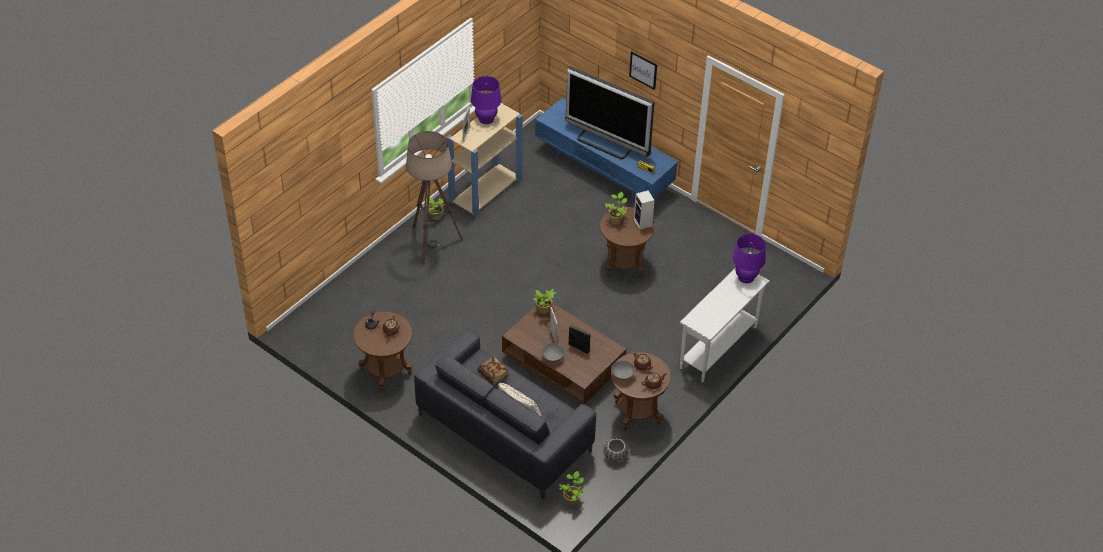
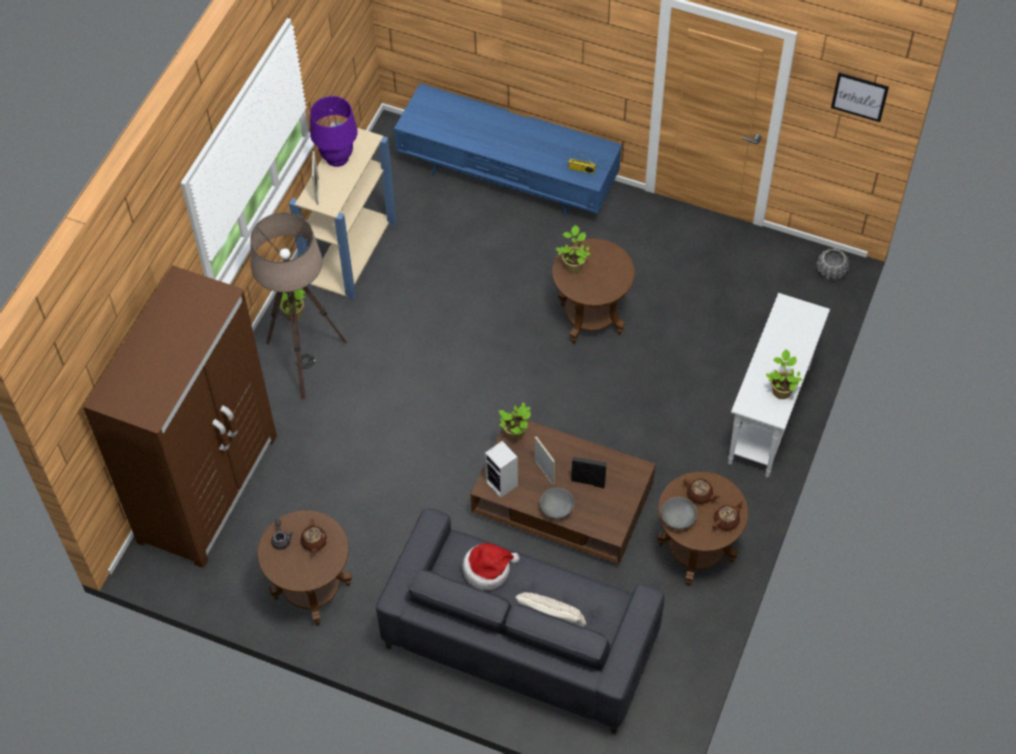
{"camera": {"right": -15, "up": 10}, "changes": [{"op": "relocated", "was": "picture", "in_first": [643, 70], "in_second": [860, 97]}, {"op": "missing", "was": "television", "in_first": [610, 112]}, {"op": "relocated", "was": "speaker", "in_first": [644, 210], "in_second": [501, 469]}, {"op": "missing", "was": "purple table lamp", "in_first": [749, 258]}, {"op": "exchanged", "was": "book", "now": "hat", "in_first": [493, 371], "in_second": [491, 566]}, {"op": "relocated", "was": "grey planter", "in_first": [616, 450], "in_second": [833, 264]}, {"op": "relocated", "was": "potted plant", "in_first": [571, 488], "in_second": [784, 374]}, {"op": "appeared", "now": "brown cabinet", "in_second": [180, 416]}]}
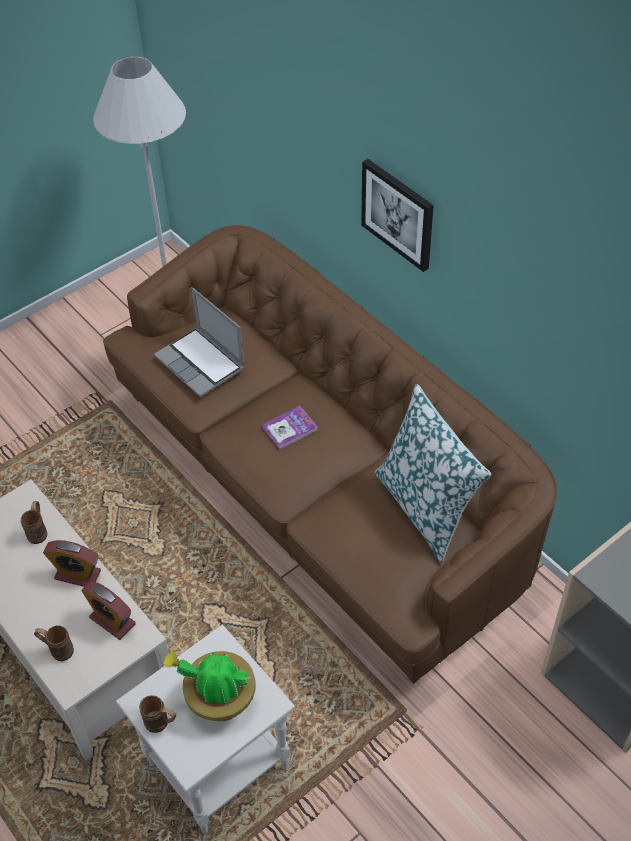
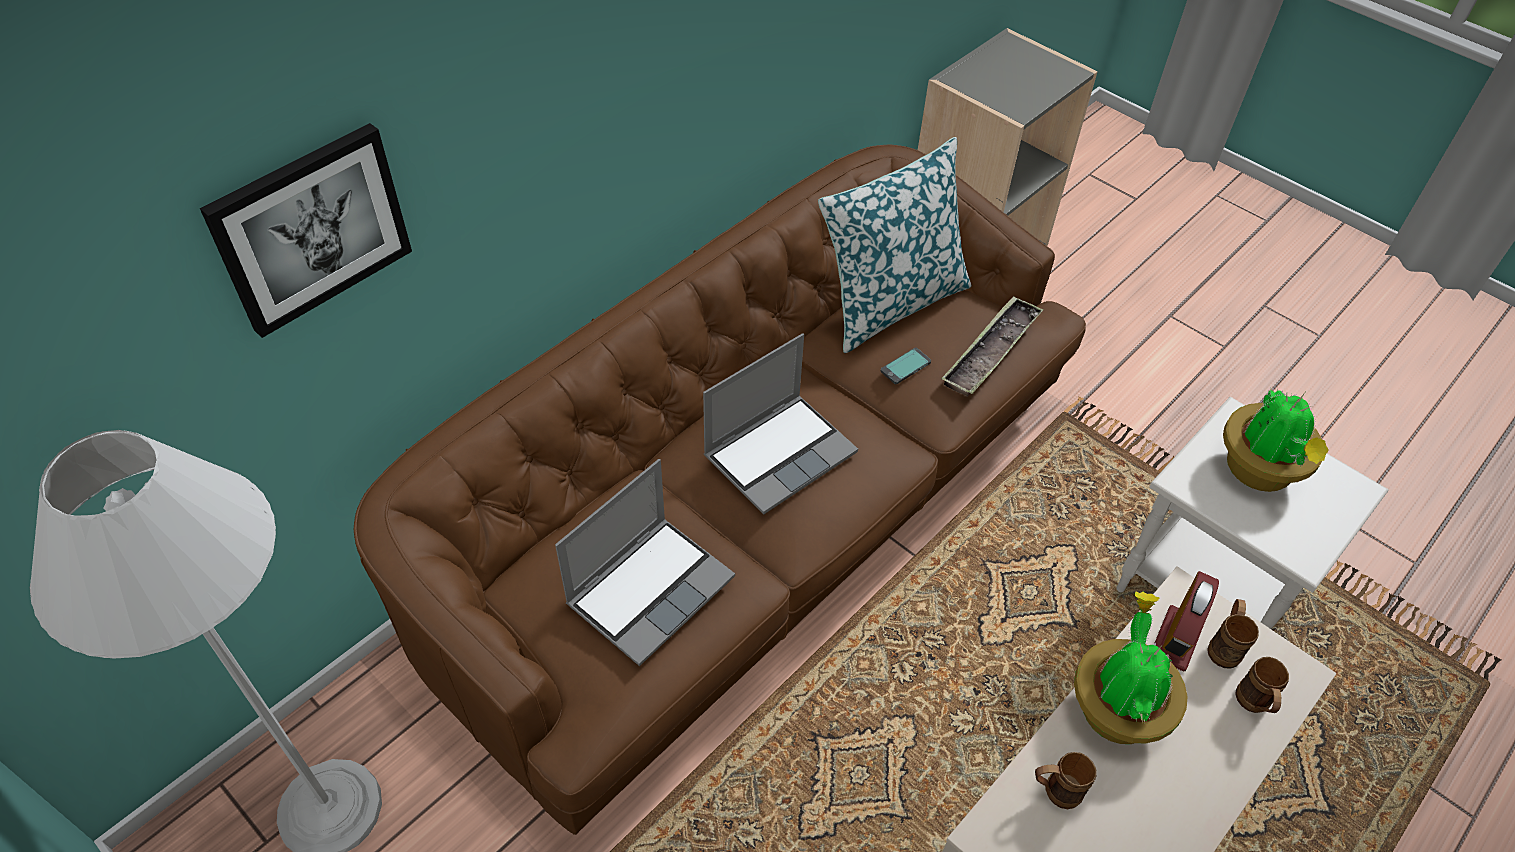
{"camera": {"right": -100, "up": 0}, "changes": [{"op": "relocated", "was": "picture", "in_first": [397, 215], "in_second": [306, 230]}, {"op": "exchanged", "was": "book", "now": "laptop", "in_first": [290, 428], "in_second": [780, 424]}, {"op": "exchanged", "was": "alarm clock", "now": "potted plant", "in_first": [72, 563], "in_second": [1131, 668]}, {"op": "relocated", "was": "brown mug", "in_first": [157, 714], "in_second": [1233, 634]}, {"op": "appeared", "now": "tray", "in_second": [992, 346]}, {"op": "appeared", "now": "phone", "in_second": [905, 366]}]}
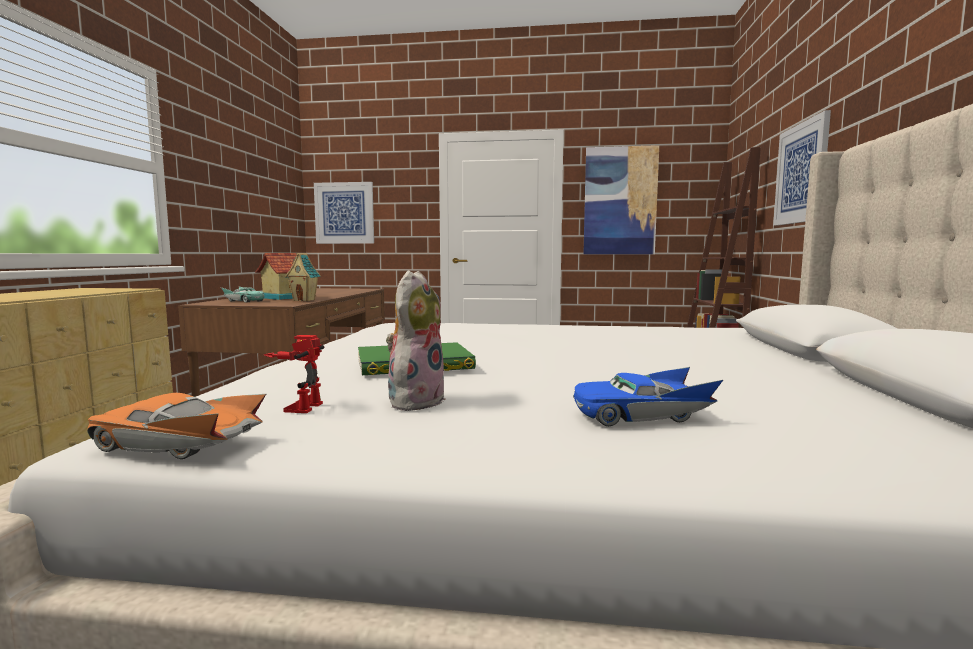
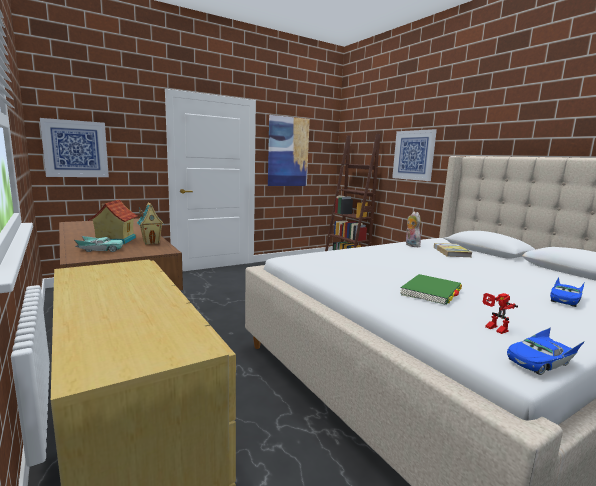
{"camera": {"right": -40, "up": 5}, "changes": [{"op": "relocated", "was": "plush toy", "in_first": [416, 340], "in_second": [413, 229]}, {"op": "colour", "was": "orange toy car", "now": "blue toy car", "in_first": [176, 426], "in_second": [546, 351]}, {"op": "appeared", "now": "book", "in_second": [453, 250]}]}
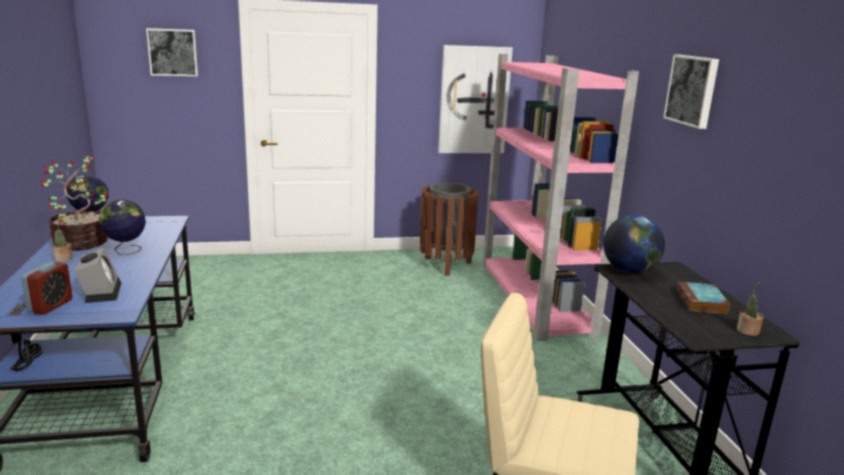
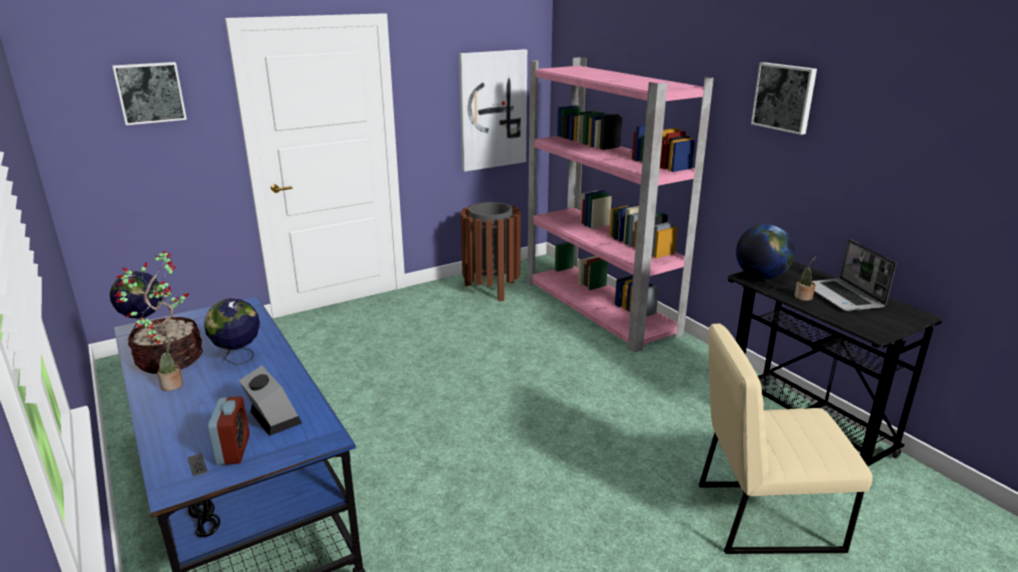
{"camera": {"right": -20, "up": 5}, "changes": [{"op": "exchanged", "was": "book", "now": "laptop", "in_first": [703, 297], "in_second": [854, 275]}, {"op": "relocated", "was": "potted plant", "in_first": [750, 309], "in_second": [805, 278]}]}
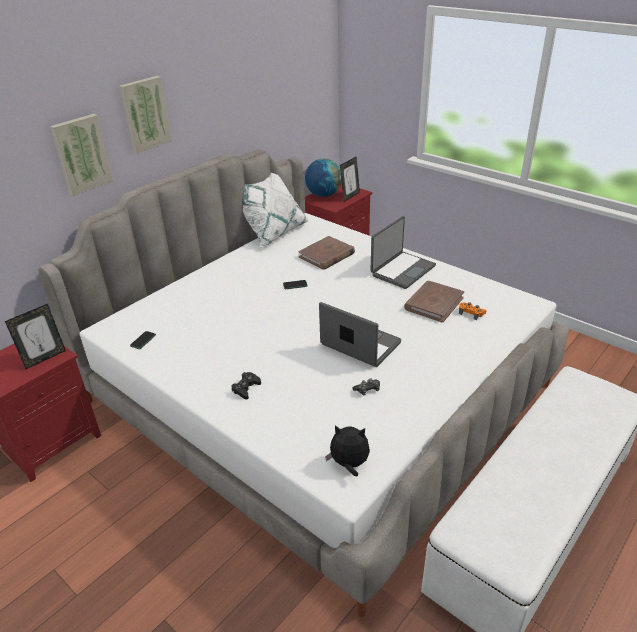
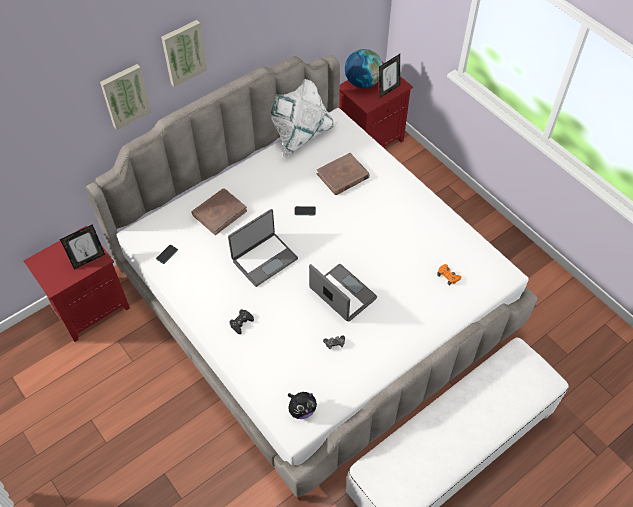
{"camera": {"right": 10, "up": 20}, "changes": [{"op": "relocated", "was": "laptop", "in_first": [403, 252], "in_second": [263, 248]}, {"op": "relocated", "was": "brown book", "in_first": [434, 302], "in_second": [219, 212]}, {"op": "spun", "was": "plush toy", "in_first": [347, 450], "in_second": [302, 405], "clockwise": 135}]}
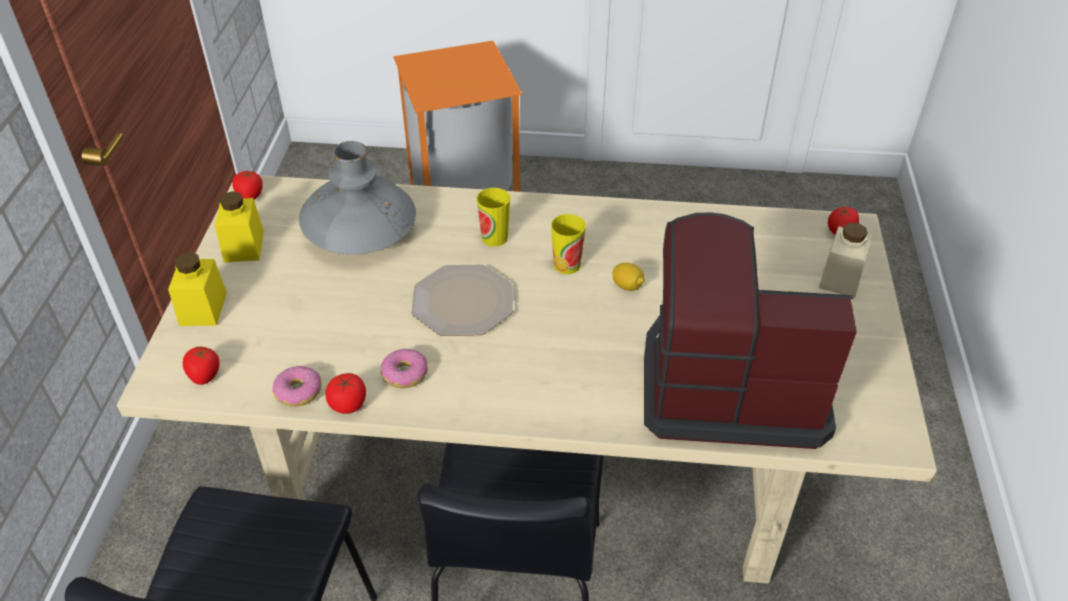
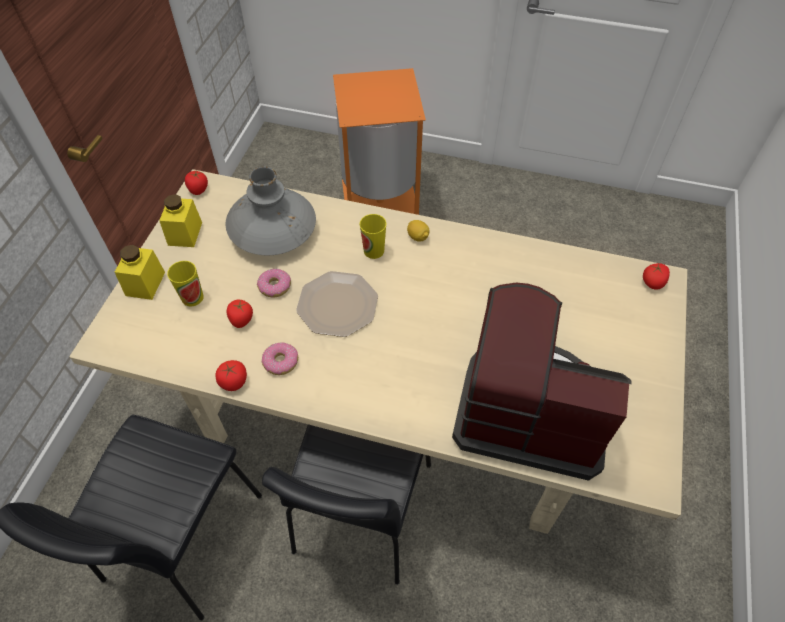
{"camera": {"right": 10, "up": 10}, "changes": [{"op": "relocated", "was": "cup", "in_first": [568, 244], "in_second": [185, 284]}, {"op": "missing", "was": "beige jar", "in_first": [845, 260]}, {"op": "relocated", "was": "lemon", "in_first": [629, 277], "in_second": [418, 231]}, {"op": "relocated", "was": "tomato", "in_first": [201, 366], "in_second": [240, 314]}, {"op": "relocated", "was": "donut", "in_first": [297, 386], "in_second": [274, 283]}]}
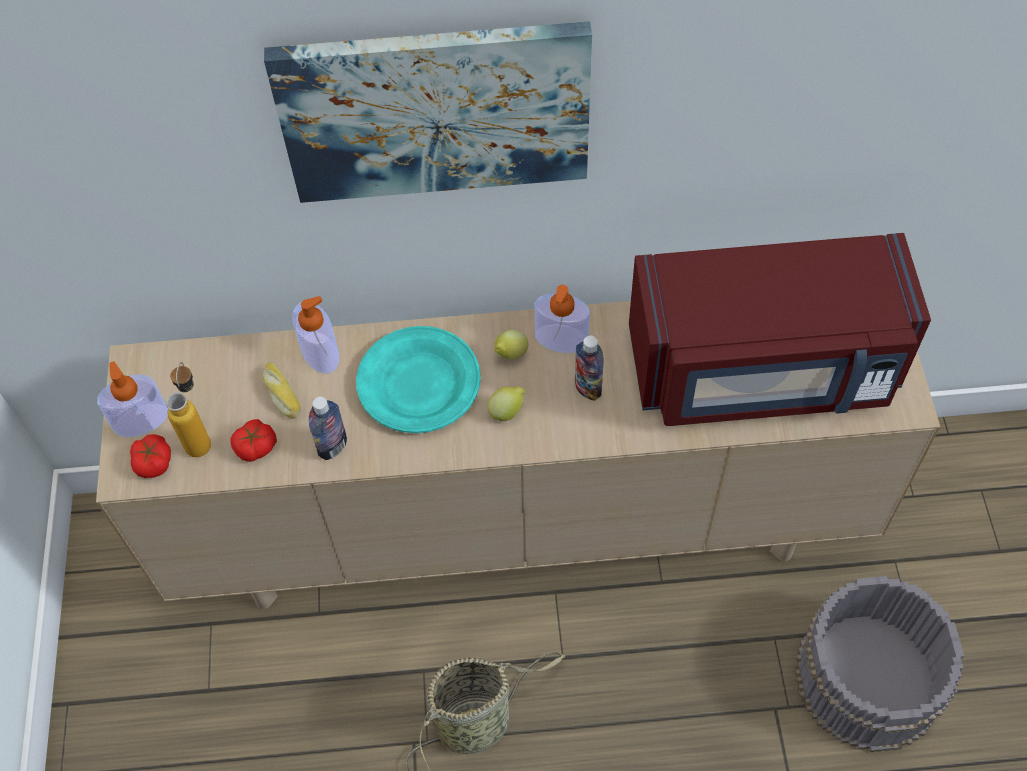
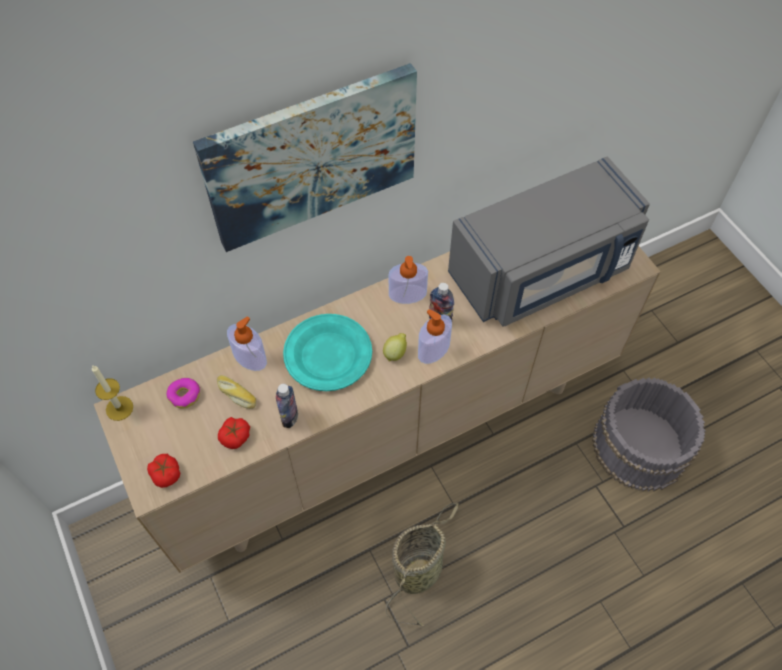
{"camera": {"right": -25, "up": 0}, "changes": [{"op": "colour", "was": "red microwave", "now": "grey microwave", "in_first": [780, 329], "in_second": [549, 241]}, {"op": "missing", "was": "lemon", "in_first": [511, 345]}, {"op": "relocated", "was": "soap dispenser", "in_first": [132, 399], "in_second": [435, 336]}, {"op": "missing", "was": "bottle", "in_first": [188, 409]}, {"op": "appeared", "now": "candle", "in_second": [112, 393]}, {"op": "appeared", "now": "donut", "in_second": [183, 393]}]}
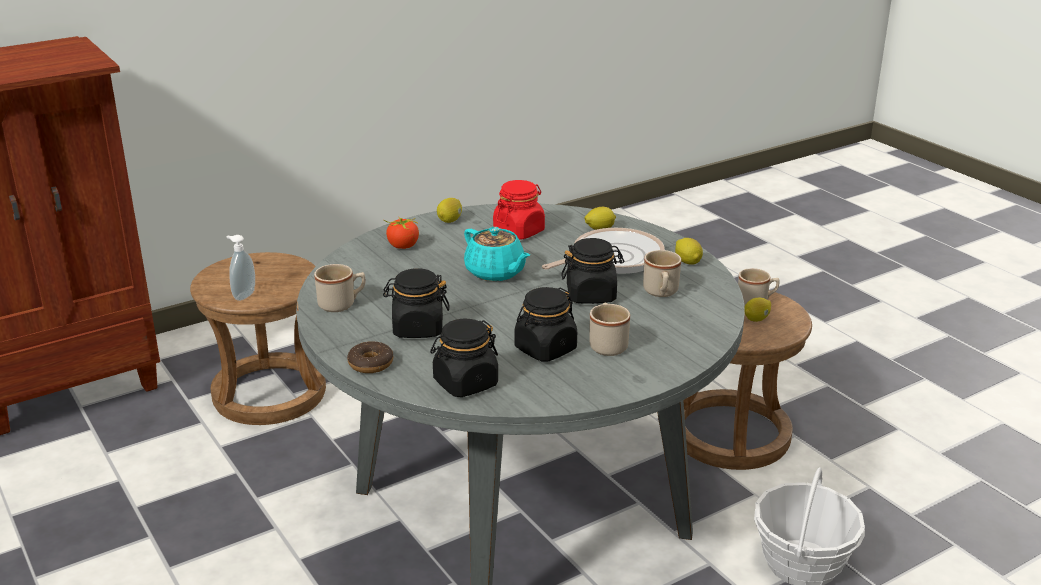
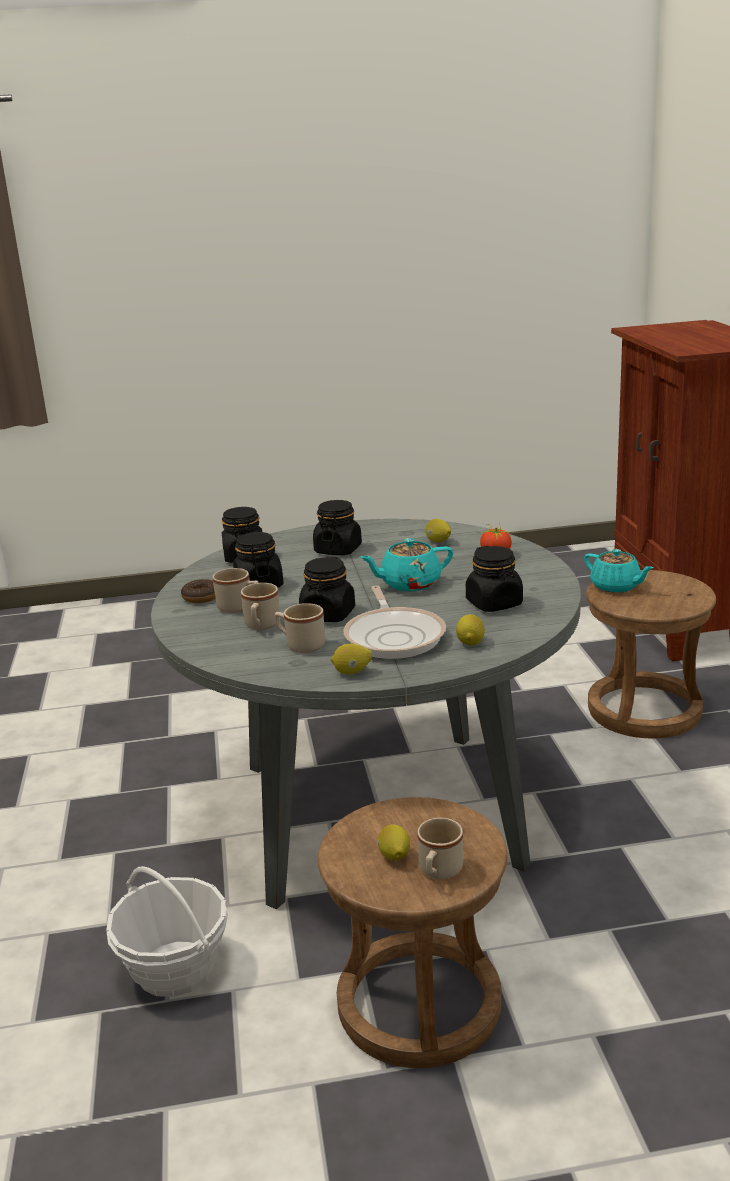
{"camera": {"right": 115, "up": -5}, "changes": [{"op": "colour", "was": "red jar", "now": "black jar", "in_first": [519, 210], "in_second": [494, 579]}, {"op": "relocated", "was": "lemon", "in_first": [449, 210], "in_second": [438, 530]}, {"op": "exchanged", "was": "soap dispenser", "now": "turquoise teapot", "in_first": [241, 268], "in_second": [619, 571]}, {"op": "relocated", "was": "beige mug", "in_first": [339, 288], "in_second": [260, 606]}, {"op": "relocated", "was": "donut", "in_first": [370, 357], "in_second": [198, 591]}]}
